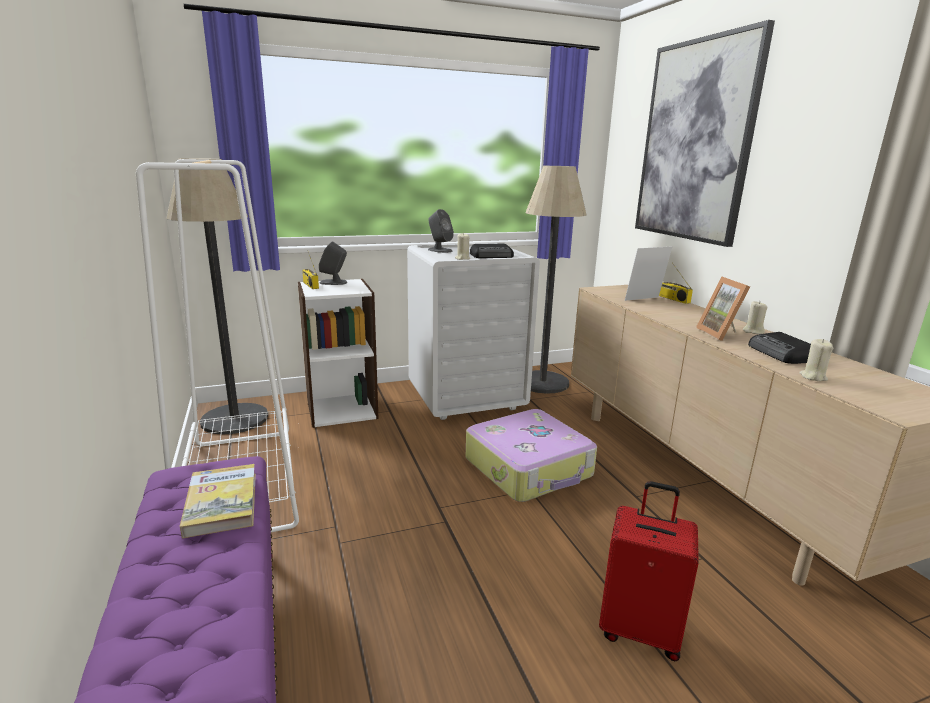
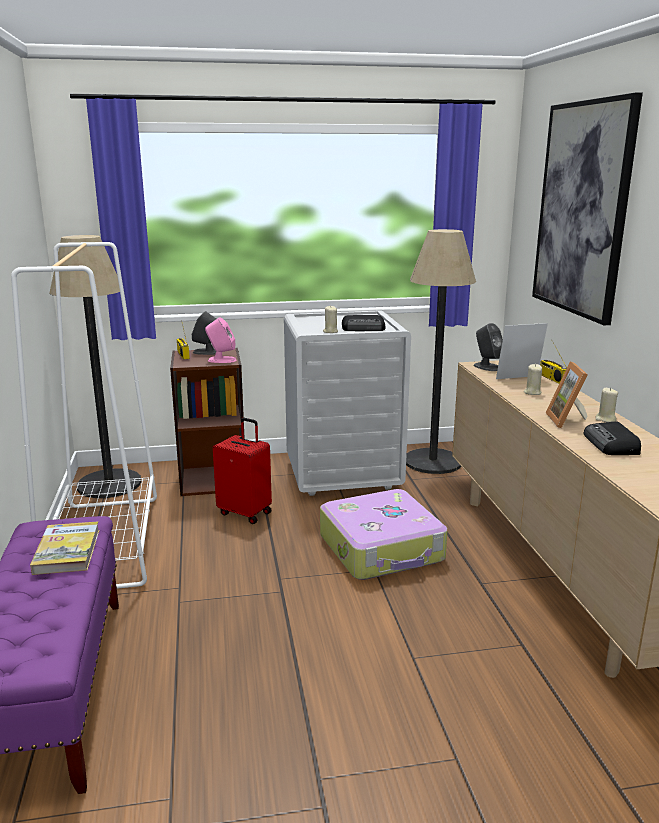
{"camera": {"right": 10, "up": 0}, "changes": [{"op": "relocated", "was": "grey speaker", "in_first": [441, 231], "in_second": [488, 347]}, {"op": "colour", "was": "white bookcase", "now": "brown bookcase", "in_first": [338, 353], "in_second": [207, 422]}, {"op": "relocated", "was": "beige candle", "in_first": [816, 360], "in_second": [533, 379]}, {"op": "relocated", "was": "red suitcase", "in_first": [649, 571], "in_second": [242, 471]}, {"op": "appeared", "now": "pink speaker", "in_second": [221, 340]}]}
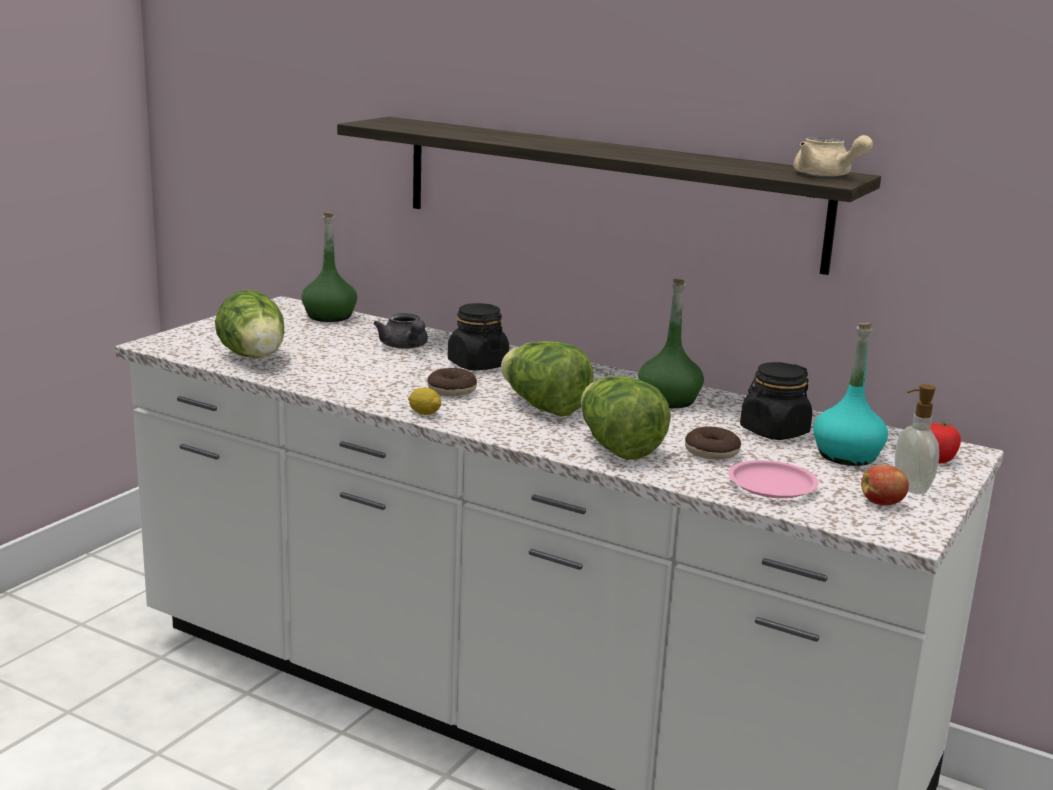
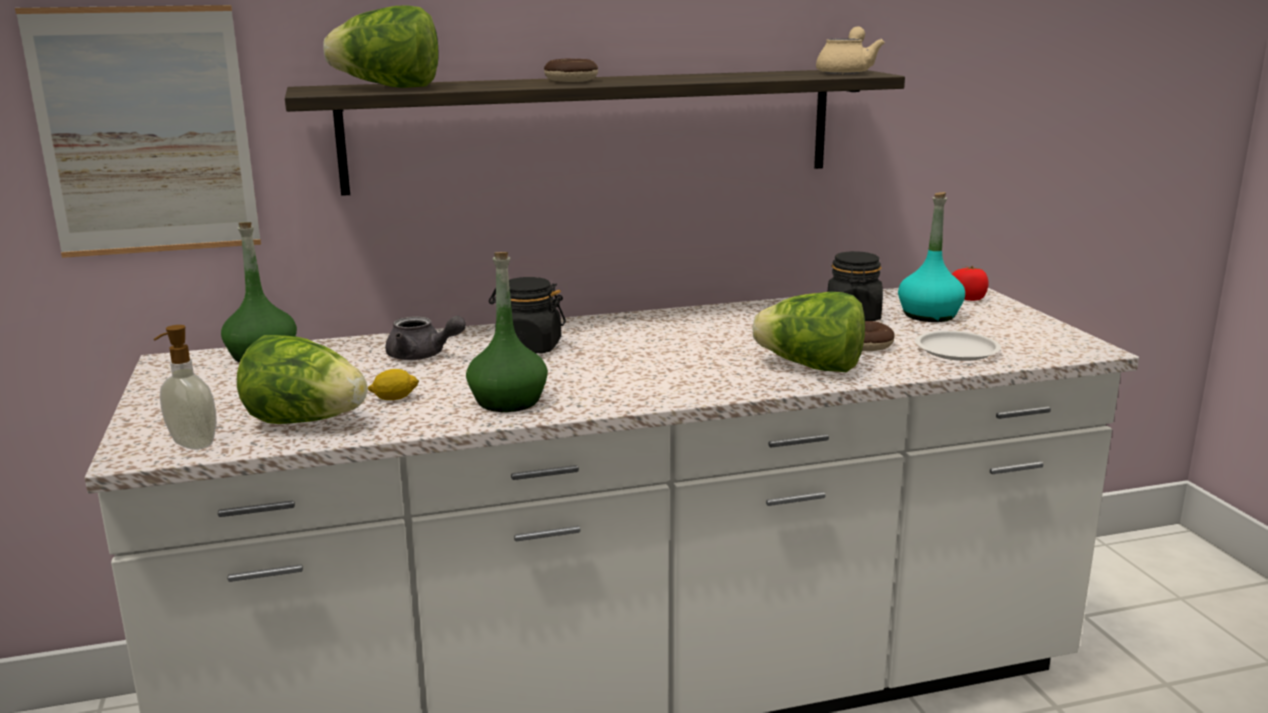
{"camera": {"right": -45, "up": 0}, "changes": [{"op": "spun", "was": "beige teapot", "in_first": [833, 156], "in_second": [850, 50], "clockwise": -75}, {"op": "relocated", "was": "green bottle", "in_first": [671, 343], "in_second": [507, 332]}, {"op": "relocated", "was": "lettuce", "in_first": [547, 379], "in_second": [380, 47]}, {"op": "relocated", "was": "donut", "in_first": [452, 382], "in_second": [571, 70]}, {"op": "relocated", "was": "soap dispenser", "in_first": [917, 439], "in_second": [185, 387]}, {"op": "relocated", "was": "lemon", "in_first": [424, 401], "in_second": [393, 384]}, {"op": "colour", "was": "pink plate", "now": "white plate", "in_first": [773, 479], "in_second": [958, 346]}, {"op": "missing", "was": "apple", "in_first": [885, 485]}, {"op": "appeared", "now": "picture", "in_second": [138, 131]}]}
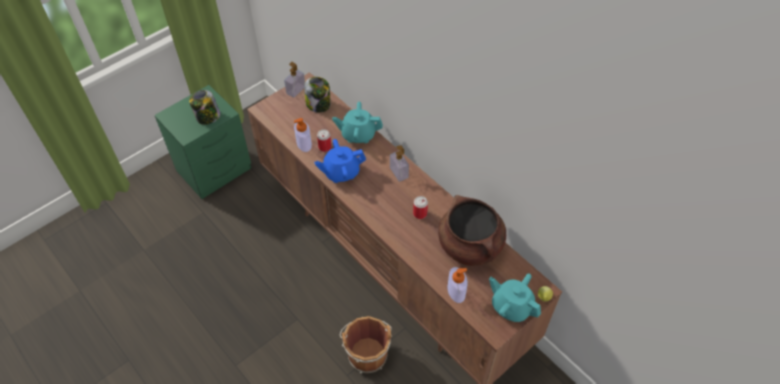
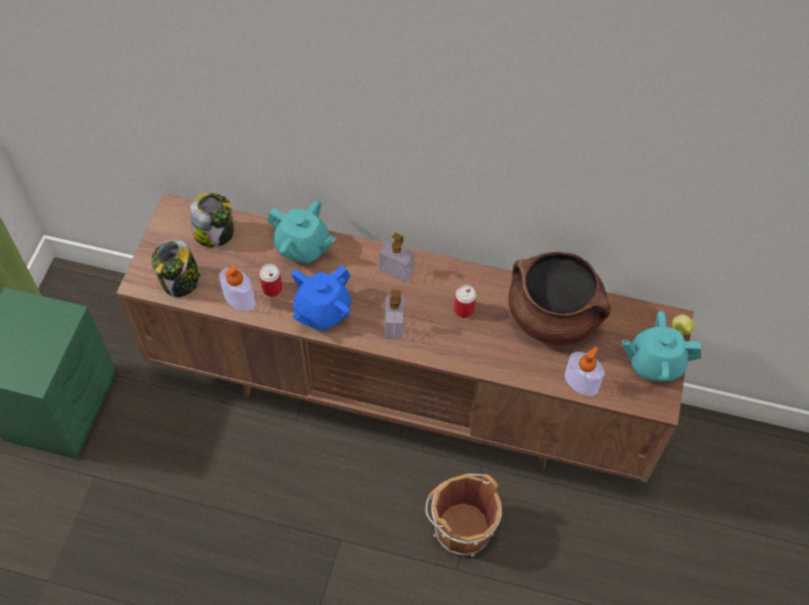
{"camera": {"right": -35, "up": 5}, "changes": [{"op": "relocated", "was": "soap dispenser", "in_first": [294, 80], "in_second": [394, 314]}, {"op": "relocated", "was": "jar", "in_first": [204, 107], "in_second": [176, 268]}, {"op": "spun", "was": "turquoise teapot", "in_first": [357, 122], "in_second": [301, 232], "clockwise": -120}]}
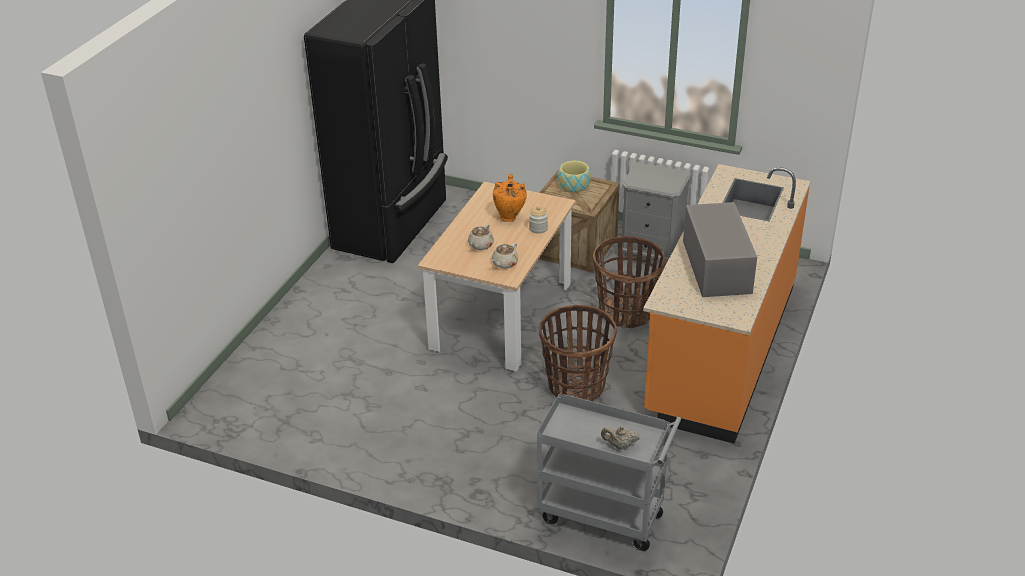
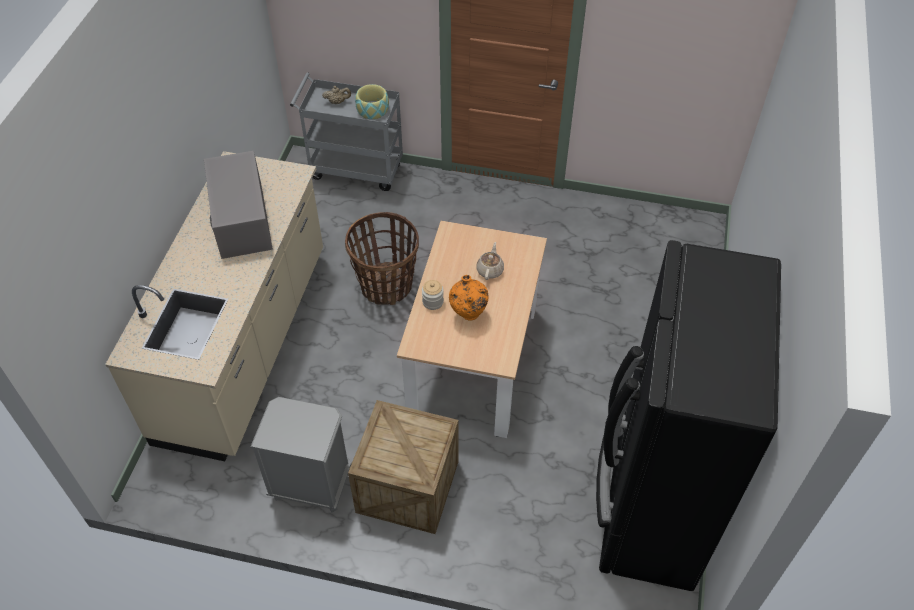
{"camera": {"right": 170, "up": 15}, "changes": [{"op": "relocated", "was": "bowl", "in_first": [574, 176], "in_second": [372, 101]}, {"op": "colour", "was": "orange counter", "now": "beige counter", "in_first": [727, 304], "in_second": [214, 306]}, {"op": "missing", "was": "basket", "in_first": [629, 282]}, {"op": "missing", "was": "beige teapot", "in_first": [505, 255]}]}
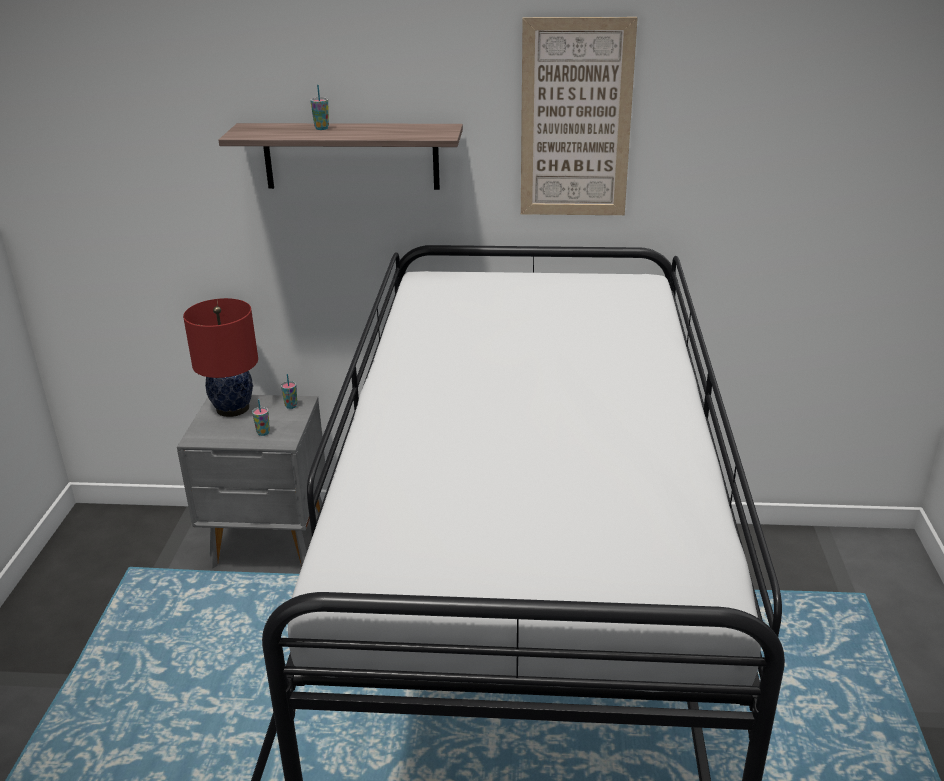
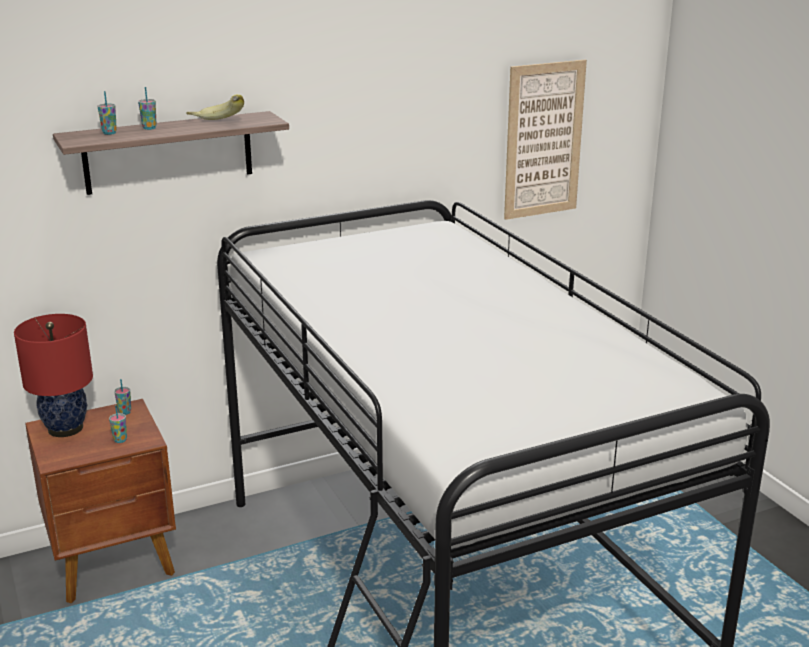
{"camera": {"right": -30, "up": -5}, "changes": [{"op": "relocated", "was": "picture", "in_first": [579, 116], "in_second": [545, 140]}, {"op": "colour", "was": "grey nightstand", "now": "brown nightstand", "in_first": [251, 481], "in_second": [100, 501]}, {"op": "appeared", "now": "cup", "in_second": [107, 113]}, {"op": "appeared", "now": "banana", "in_second": [215, 107]}]}
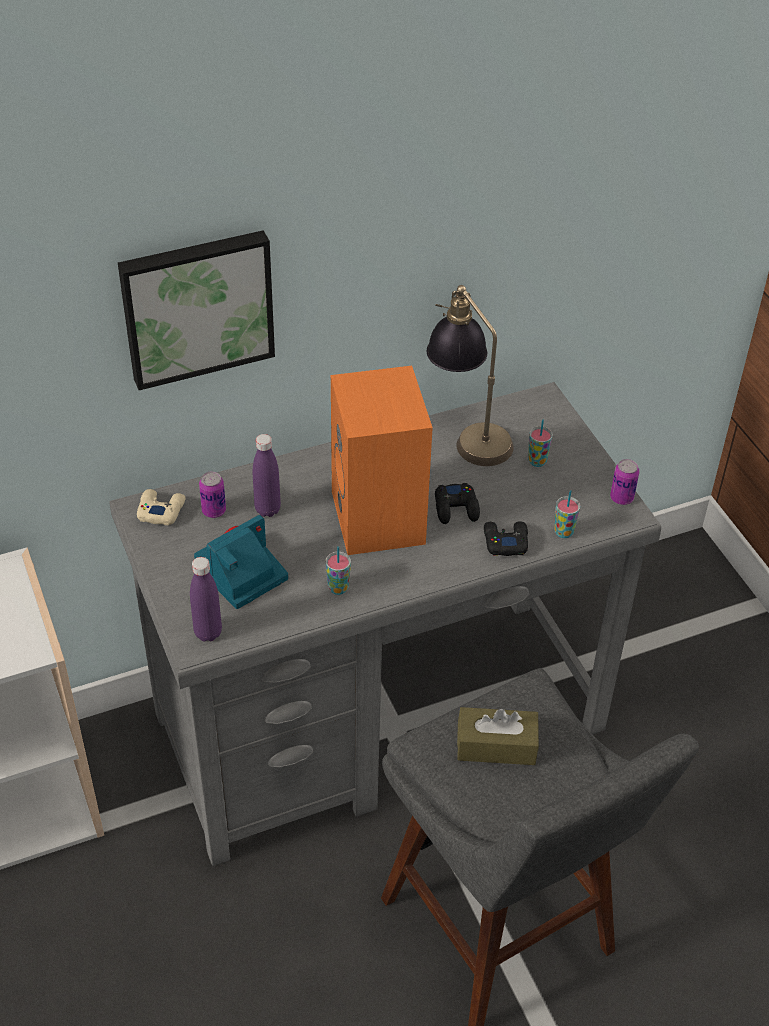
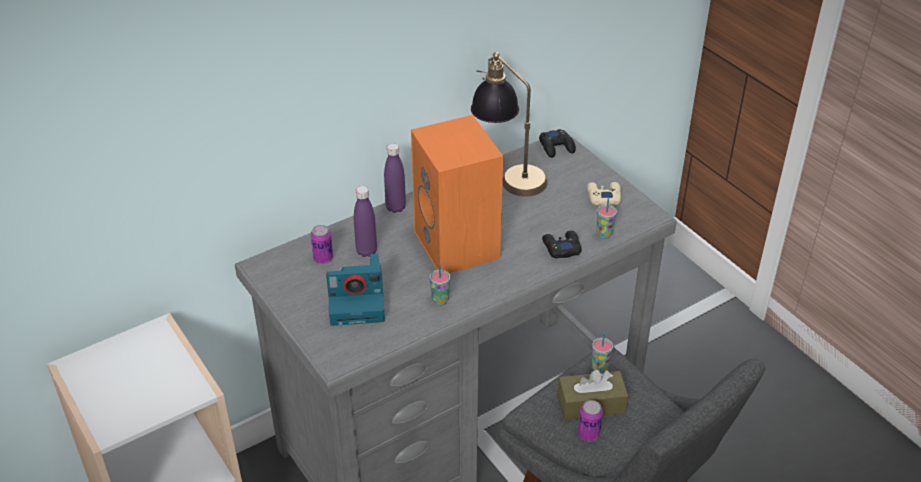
{"camera": {"right": -10, "up": -5}, "changes": [{"op": "missing", "was": "picture", "in_first": [196, 310]}, {"op": "relocated", "was": "cup", "in_first": [540, 443], "in_second": [602, 353]}, {"op": "relocated", "was": "can", "in_first": [624, 482], "in_second": [590, 420]}, {"op": "relocated", "was": "black game controller", "in_first": [457, 503], "in_second": [557, 143]}, {"op": "relocated", "was": "beige game controller", "in_first": [161, 507], "in_second": [604, 193]}, {"op": "spun", "was": "photo camera", "in_first": [241, 562], "in_second": [355, 290], "clockwise": -135}, {"op": "relocated", "was": "purple bottle", "in_first": [206, 599], "in_second": [395, 178]}]}
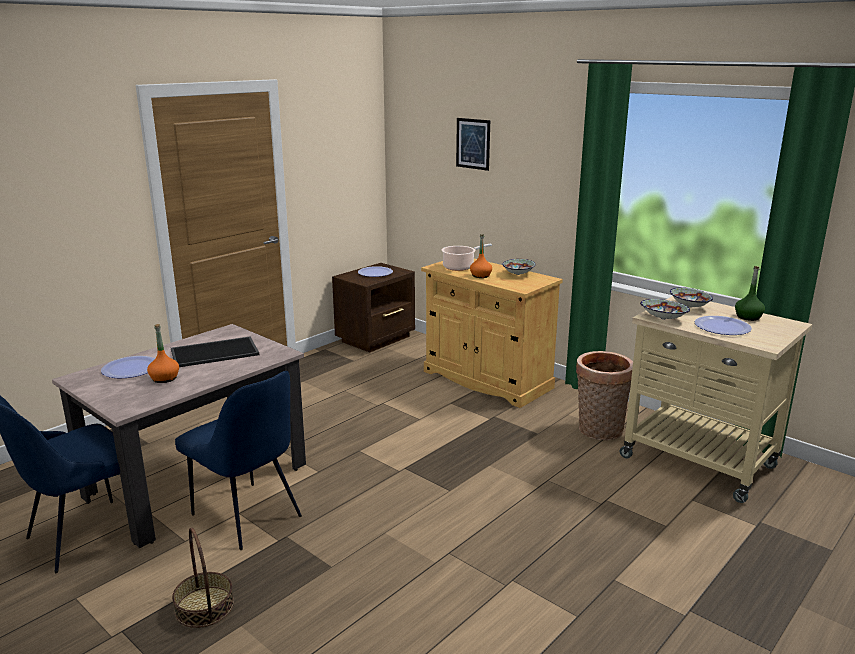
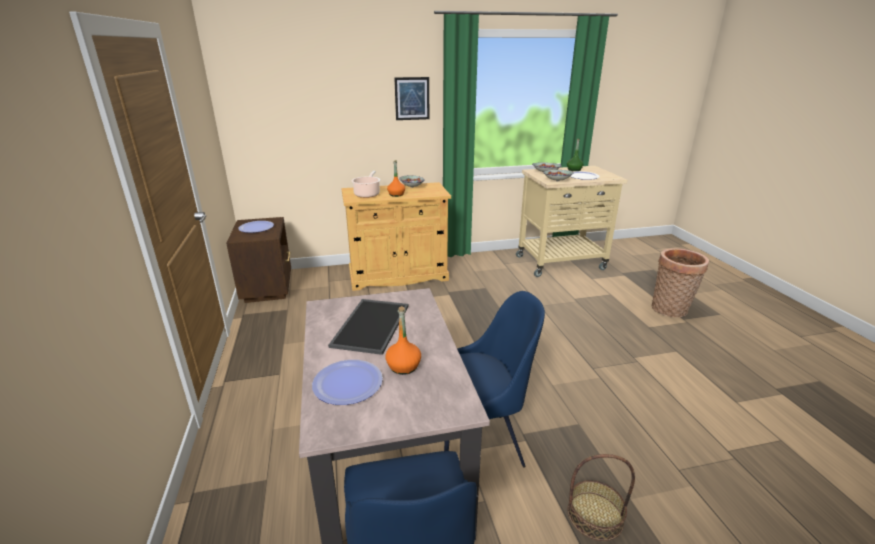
{"camera": {"right": -55, "up": 5}, "changes": [{"op": "relocated", "was": "picture", "in_first": [473, 144], "in_second": [411, 98]}, {"op": "relocated", "was": "basket", "in_first": [604, 395], "in_second": [680, 282]}]}
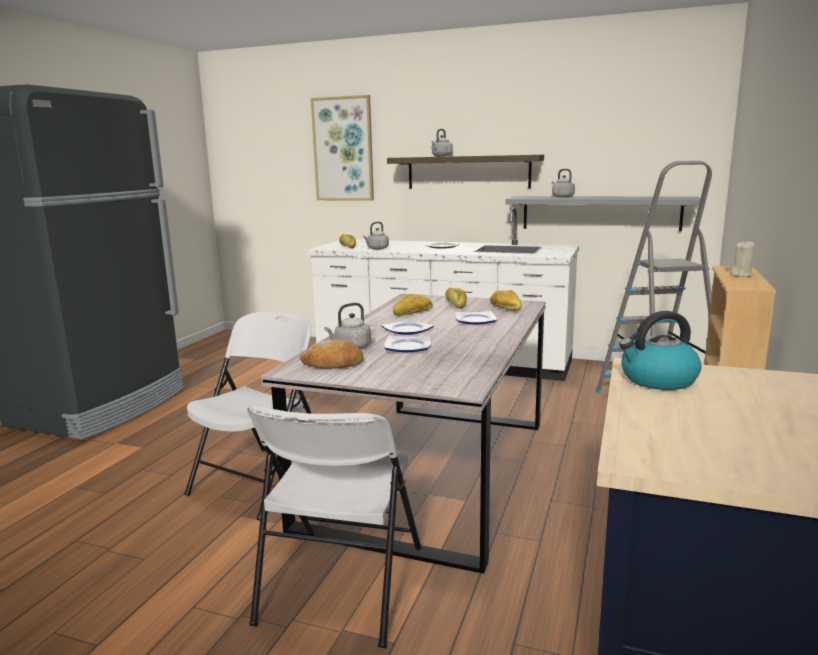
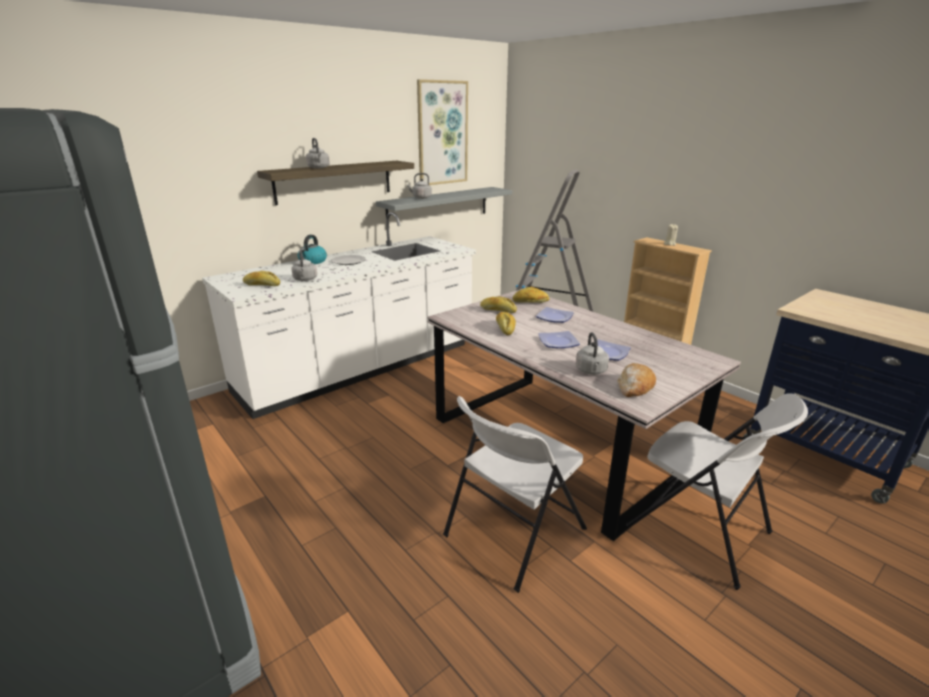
{"camera": {"right": -60, "up": 10}, "changes": [{"op": "relocated", "was": "picture", "in_first": [342, 148], "in_second": [442, 132]}, {"op": "spun", "was": "white chair", "in_first": [248, 416], "in_second": [515, 494], "clockwise": -105}, {"op": "relocated", "was": "kettle", "in_first": [660, 350], "in_second": [312, 249]}]}
